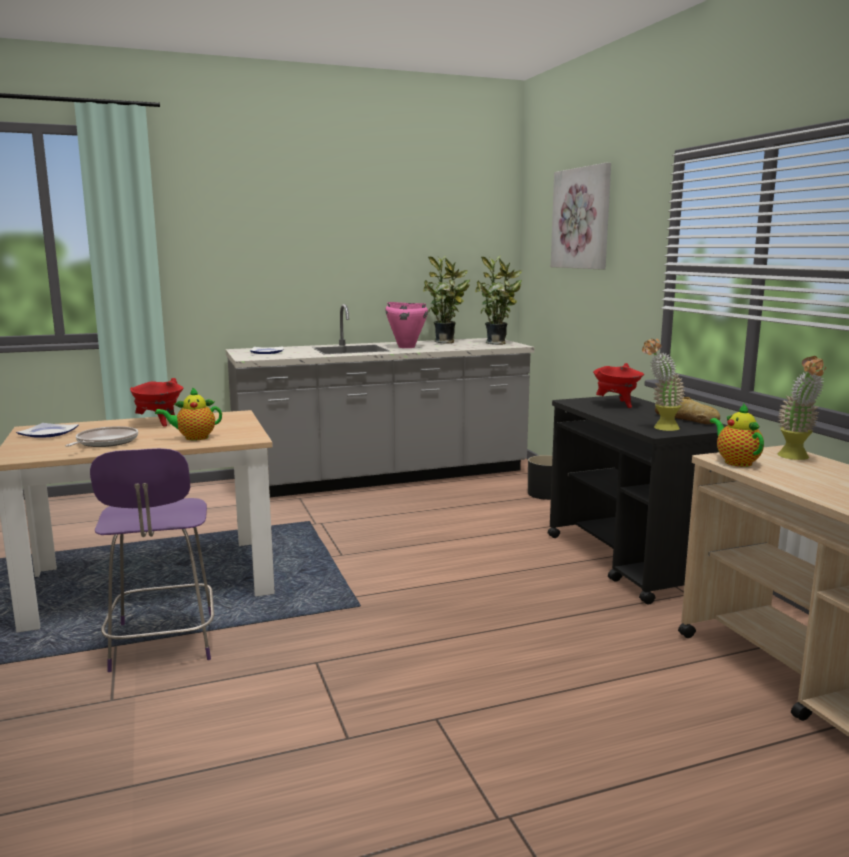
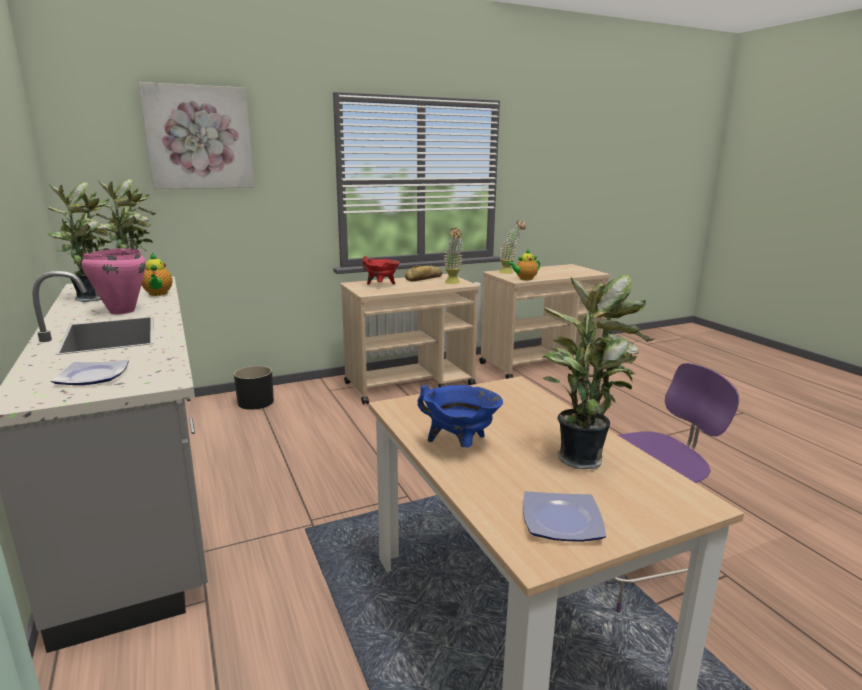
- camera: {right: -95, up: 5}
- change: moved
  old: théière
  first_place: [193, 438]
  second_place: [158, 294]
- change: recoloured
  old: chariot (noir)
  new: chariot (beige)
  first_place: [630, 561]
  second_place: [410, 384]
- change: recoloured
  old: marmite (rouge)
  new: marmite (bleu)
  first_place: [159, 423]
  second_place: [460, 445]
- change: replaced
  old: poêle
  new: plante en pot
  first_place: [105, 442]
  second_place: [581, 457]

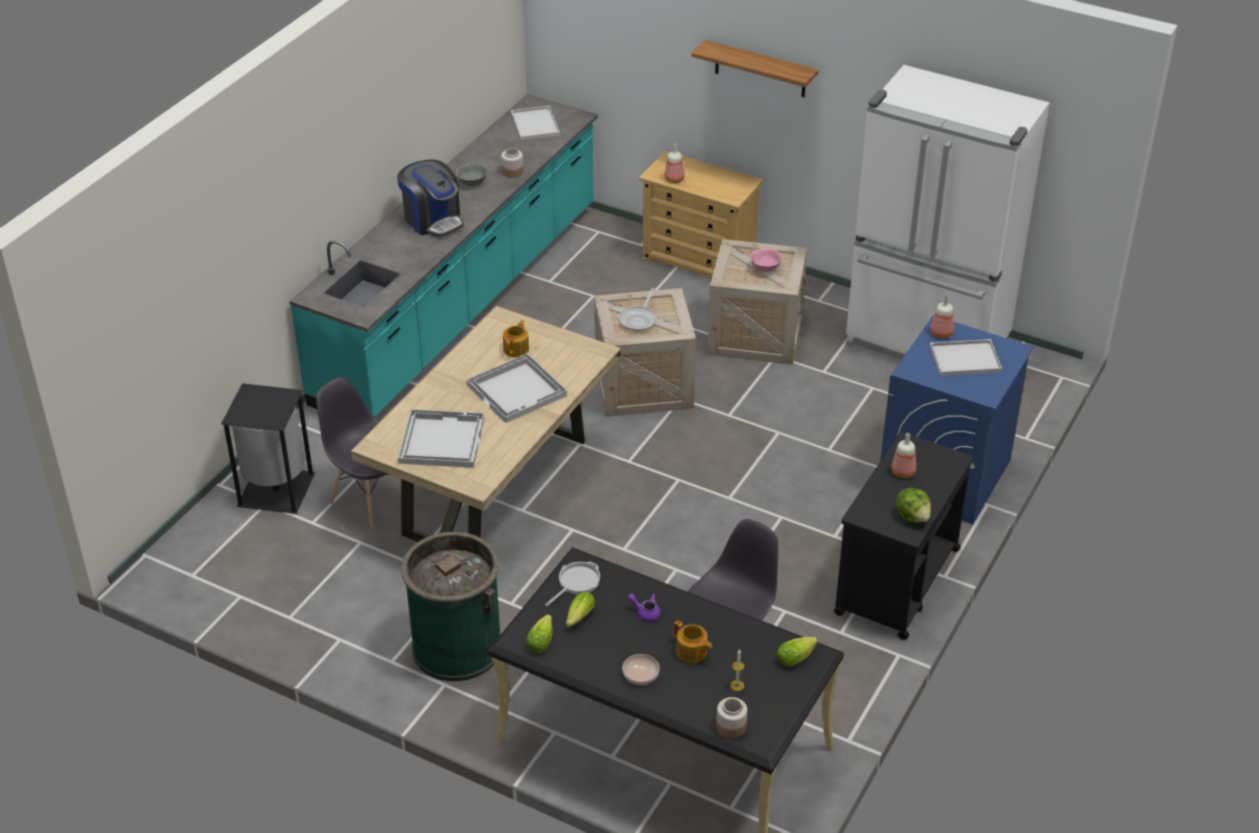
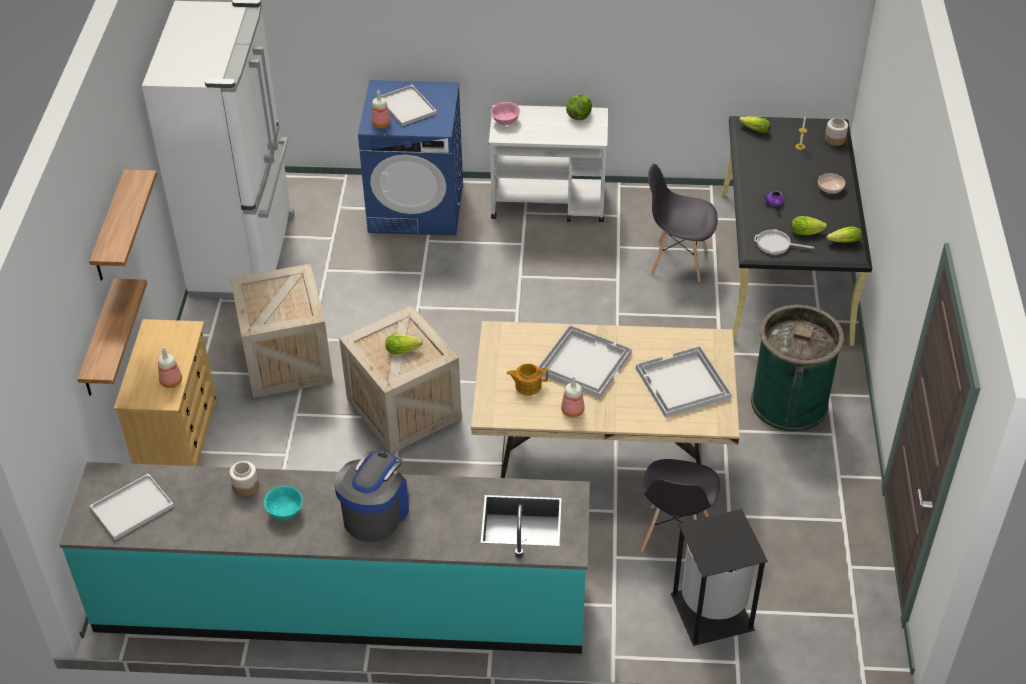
- camera: {right: -115, up: 5}
- change: added
  new: étagère
  second_place: [99, 341]
- change: recoloured
  old: bol (gris)
  new: bol (turquoise)
  first_place: [472, 183]
  second_place: [285, 511]
- change: replaced
  old: poêle
  new: laitue
  first_place: [639, 319]
  second_place: [404, 349]
- change: recoloured
  old: chariot (noir)
  new: chariot (blanc)
  first_place: [896, 582]
  second_place: [549, 203]
- change: moved
  old: bol (rose)
  first_place: [765, 268]
  second_place: [505, 121]
- change: moved
  old: bouteille
  first_place: [904, 472]
  second_place: [572, 410]
- change: removed
  old: théière
  first_place: [692, 652]

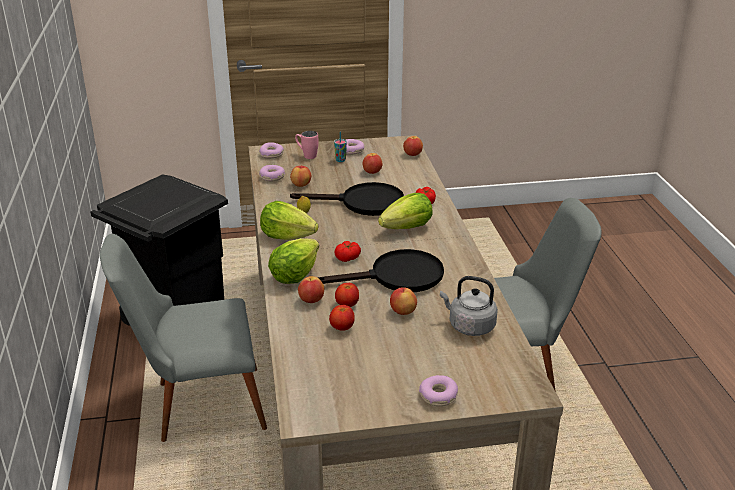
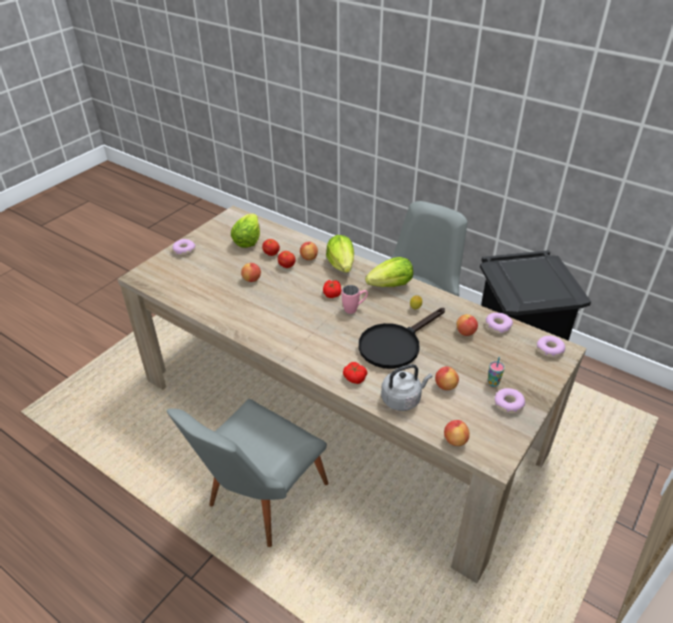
- camera: {right: 135, up: 10}
- change: moved
  old: laitue
  first_place: [407, 228]
  second_place: [247, 241]
- change: moved
  old: mug (rose)
  first_place: [306, 155]
  second_place: [354, 309]
- change: moved
  old: bouilloire (gris)
  first_place: [469, 326]
  second_place: [402, 399]
- change: removed
  old: poêle (noir)
  first_place: [397, 277]

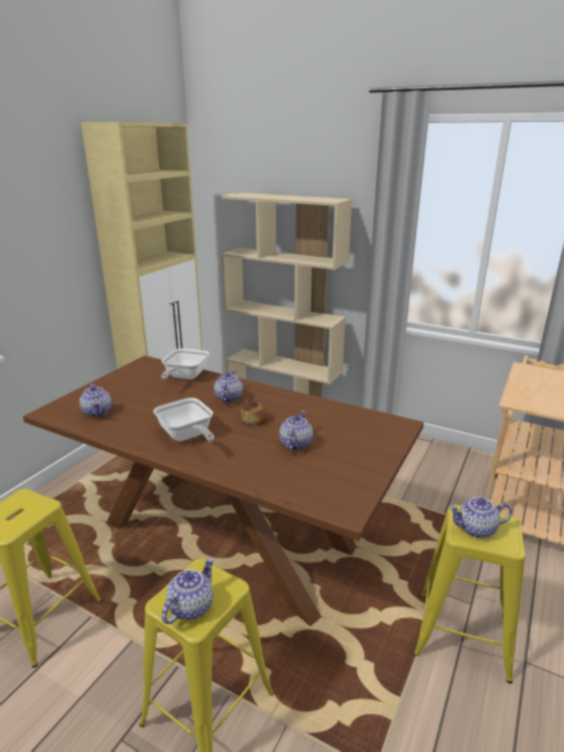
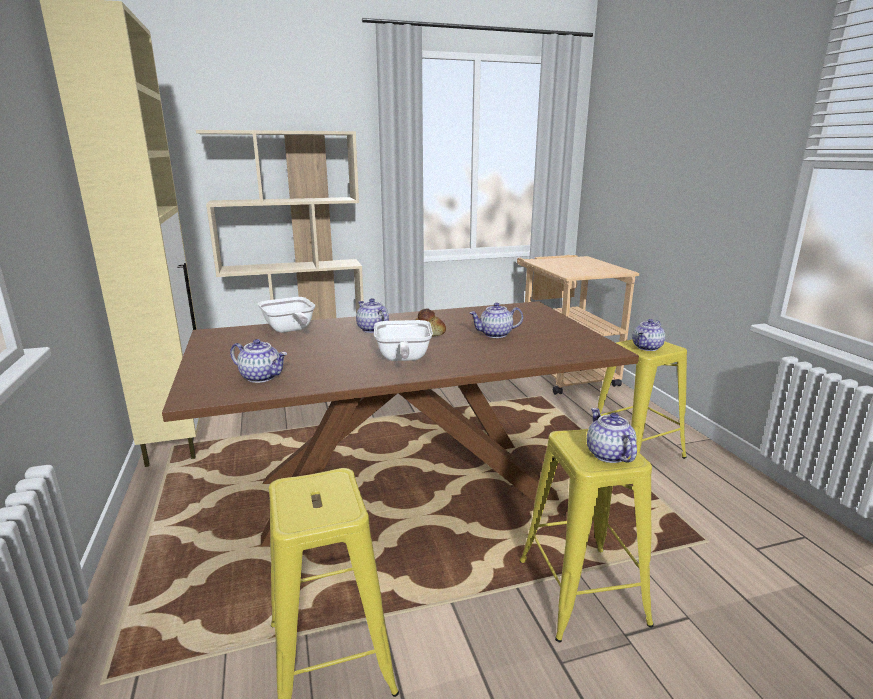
- camera: {right: -45, up: -5}
- change: turned
  old: poêle
  first_place: [187, 436]
  second_place: [403, 359]
  degrees: 75
- change: turned
  old: théière
  first_place: [295, 444]
  second_place: [495, 334]
  degrees: -75

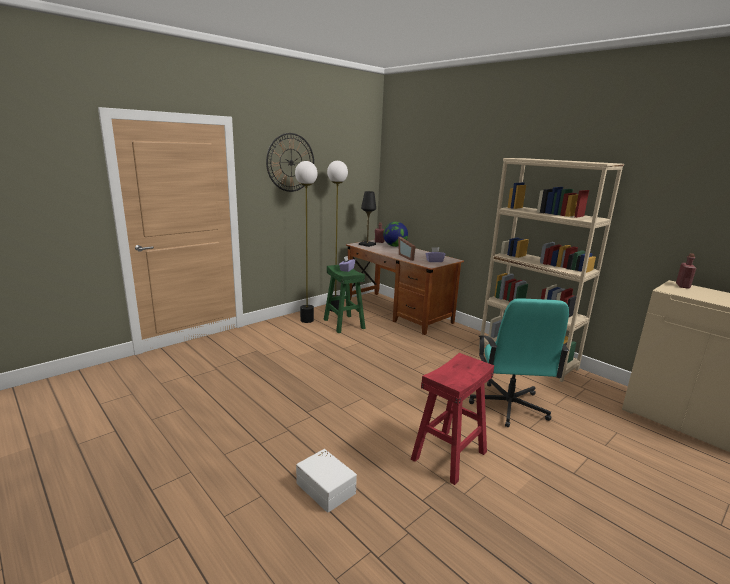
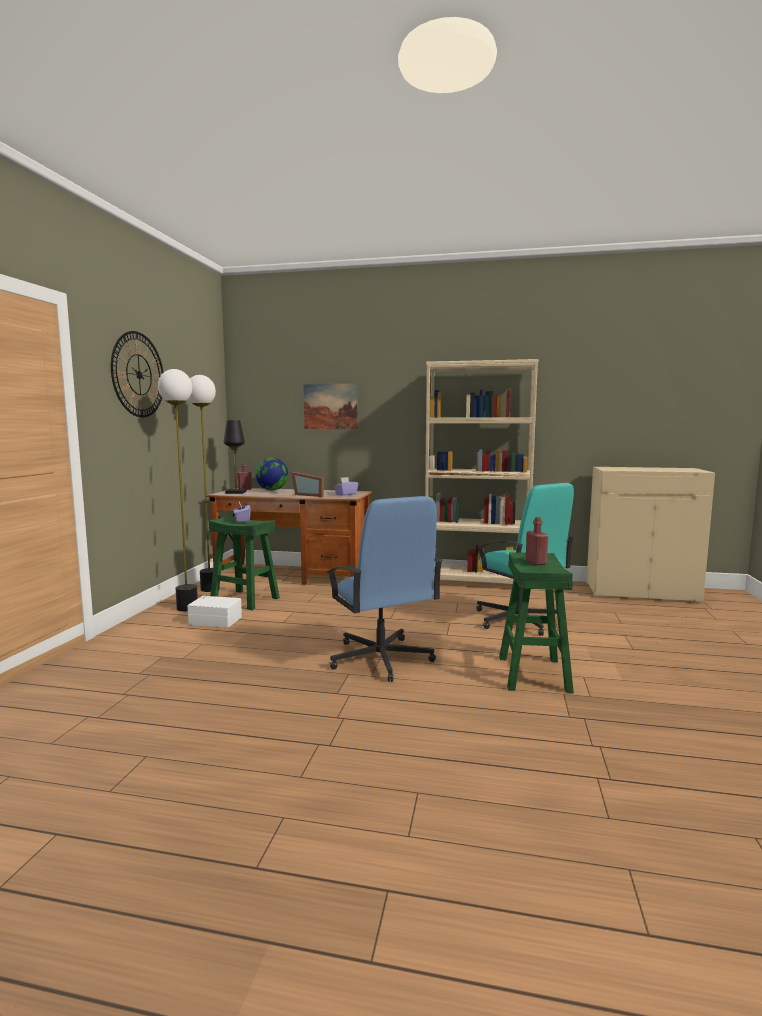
- camera: {right: -35, up: -10}
- change: moved
  old: boîte de rangement (blanc)
  first_place: [326, 487]
  second_place: [216, 620]
- change: added
  new: tableau
  second_place: [330, 406]
- change: added
  new: chaise de bureau (bleu)
  second_place: [381, 659]
- change: recoloured
  old: tabouret (rouge)
  new: tabouret (vert)
  first_place: [449, 455]
  second_place: [532, 673]
- change: moved
  old: bouteille (rouge)
  first_place: [682, 286]
  second_place: [536, 562]

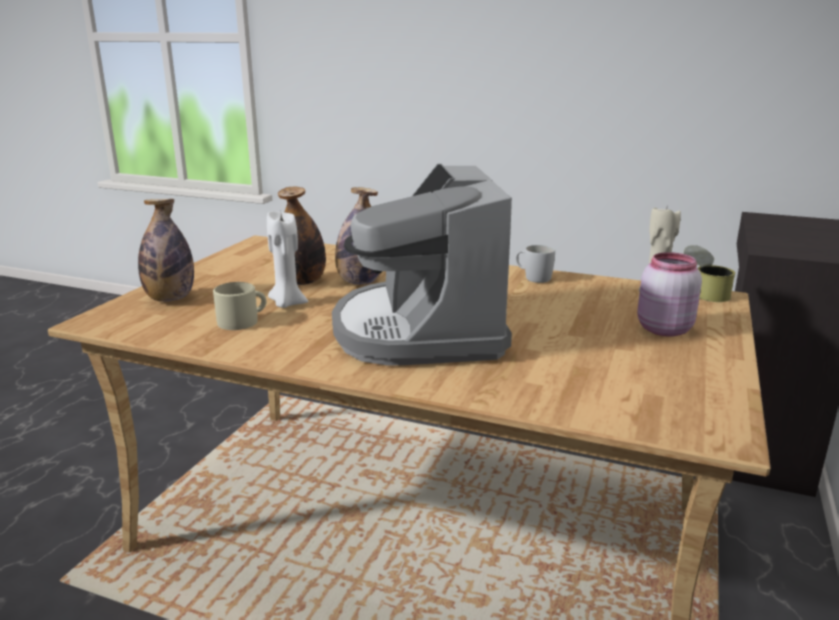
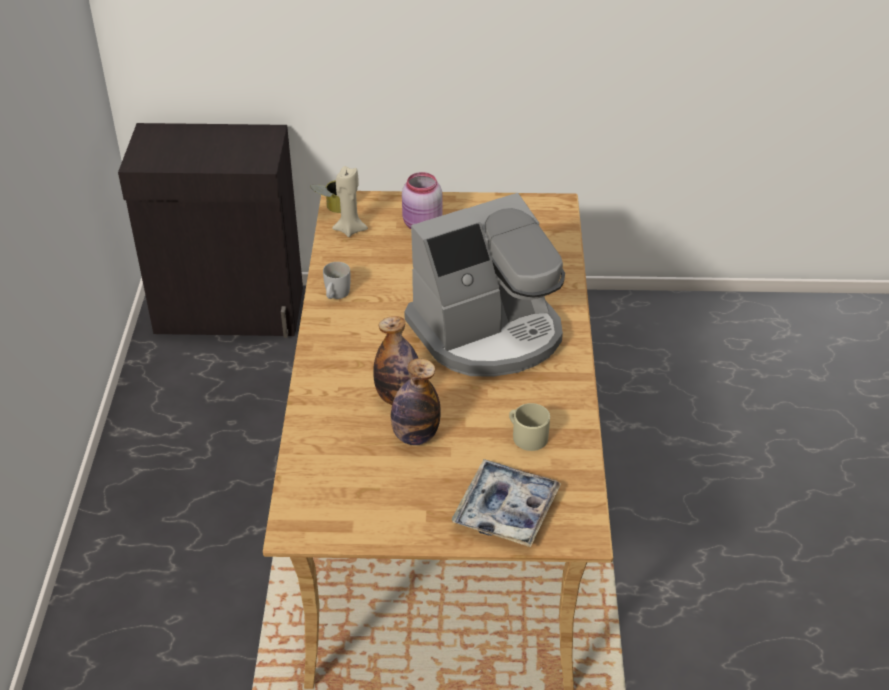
- camera: {right: -110, up: 20}
- change: replaced
  old: bouteille
  new: plateau
  first_place: [170, 299]
  second_place: [506, 510]
- change: removed
  old: bougie (blanc)
  first_place: [287, 303]

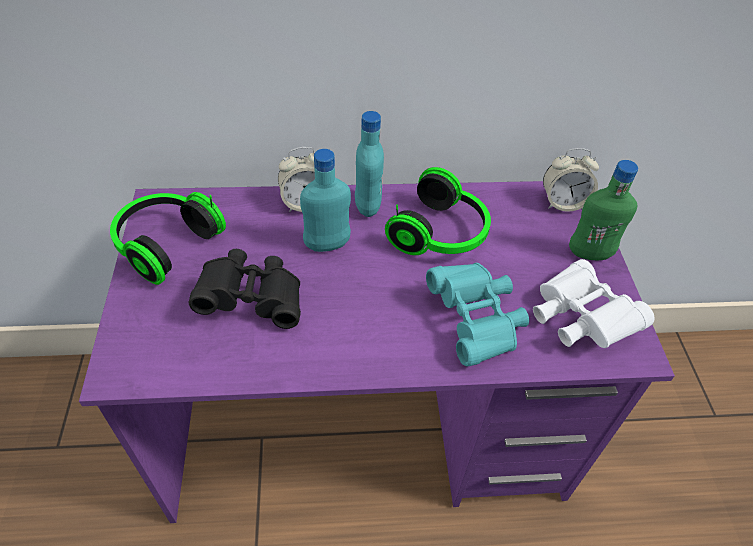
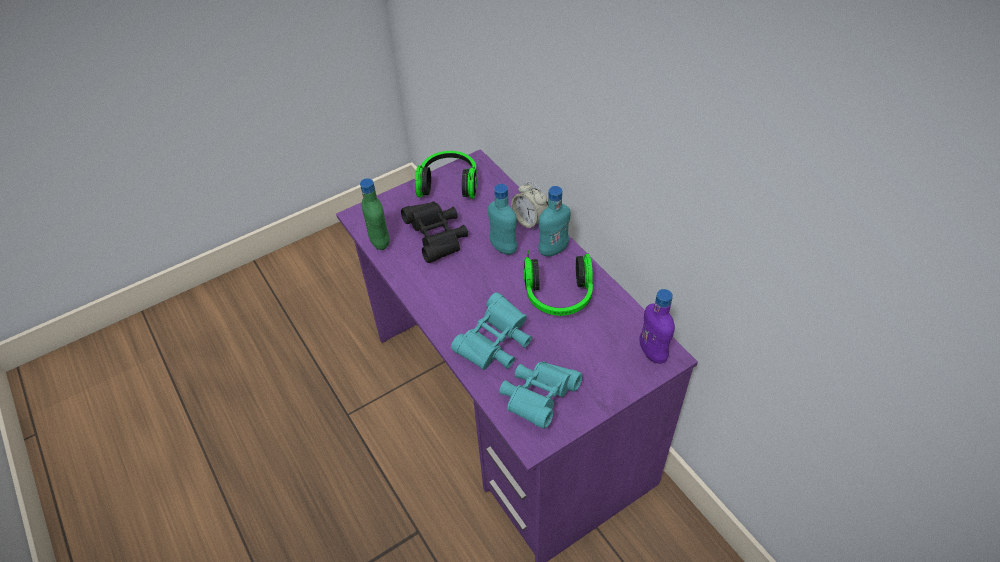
- camera: {right: 65, up: 0}
- change: moved
  old: bouteille (vert)
  first_place: [589, 253]
  second_place: [380, 242]
- change: recoloured
  old: jumelles (blanc)
  new: jumelles (turquoise)
  first_place: [578, 319]
  second_place: [538, 398]
- change: replaced
  old: réveil
  new: bouteille (violet)
  first_place: [563, 203]
  second_place: [652, 352]

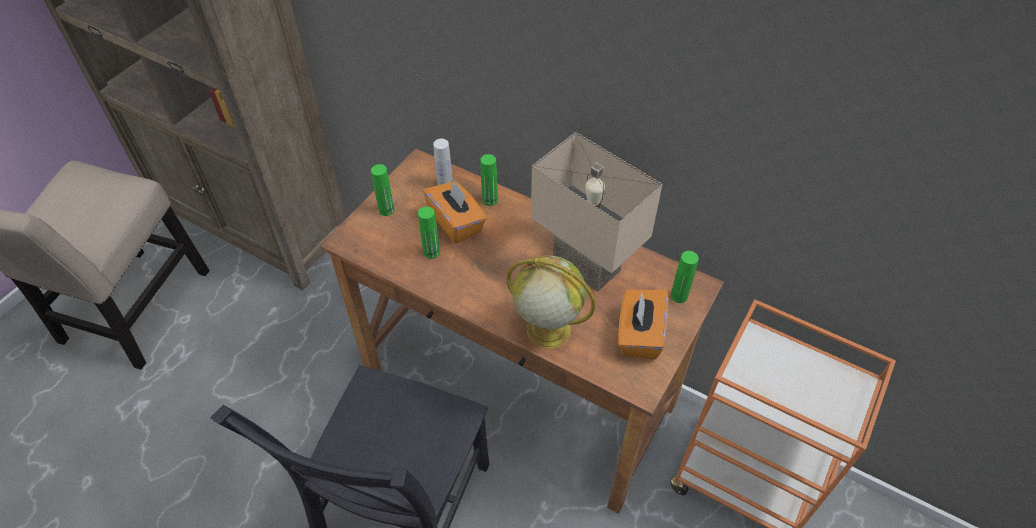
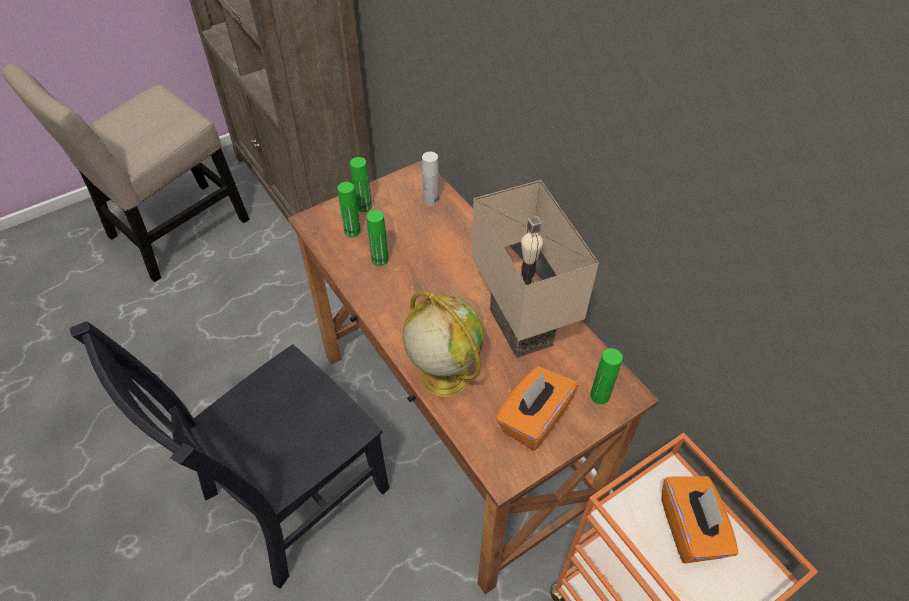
- camera: {right: 25, up: 0}
- change: moved
  old: bouteille (vert)
  first_place: [489, 200]
  second_place: [352, 231]
- change: moved
  old: boîte à mouchoirs (orange)
  first_place: [456, 223]
  second_place: [691, 529]

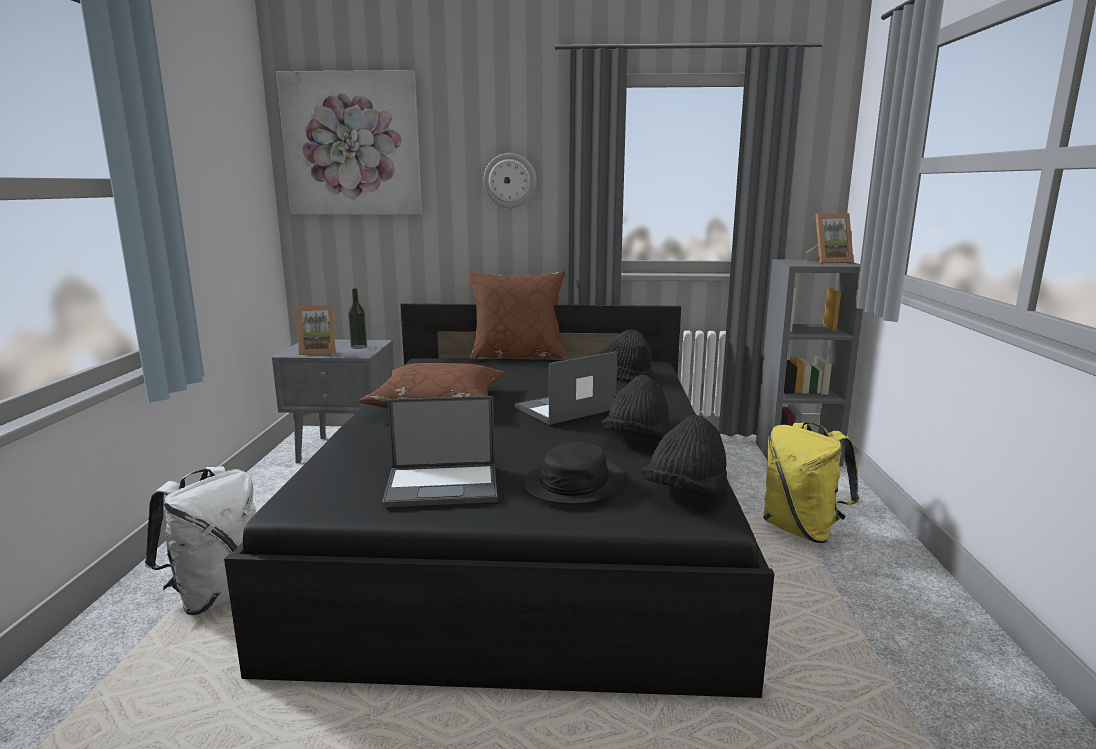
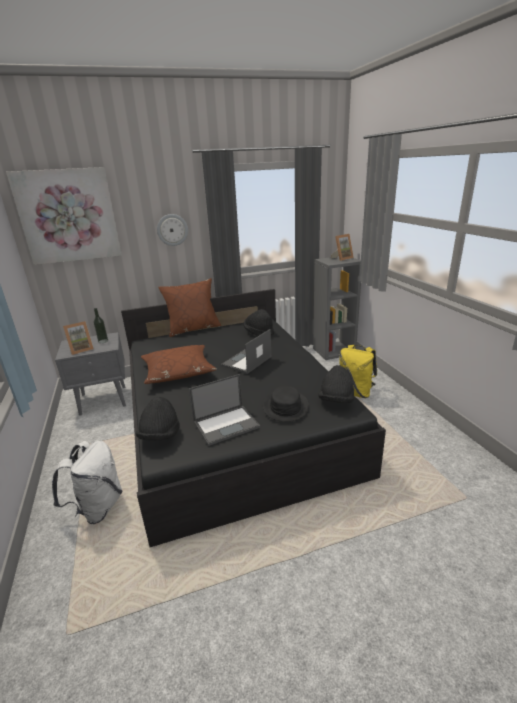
- camera: {right: -20, up: 10}
- change: moved
  old: chapeau (noir)
  first_place: [637, 440]
  second_place: [160, 435]

